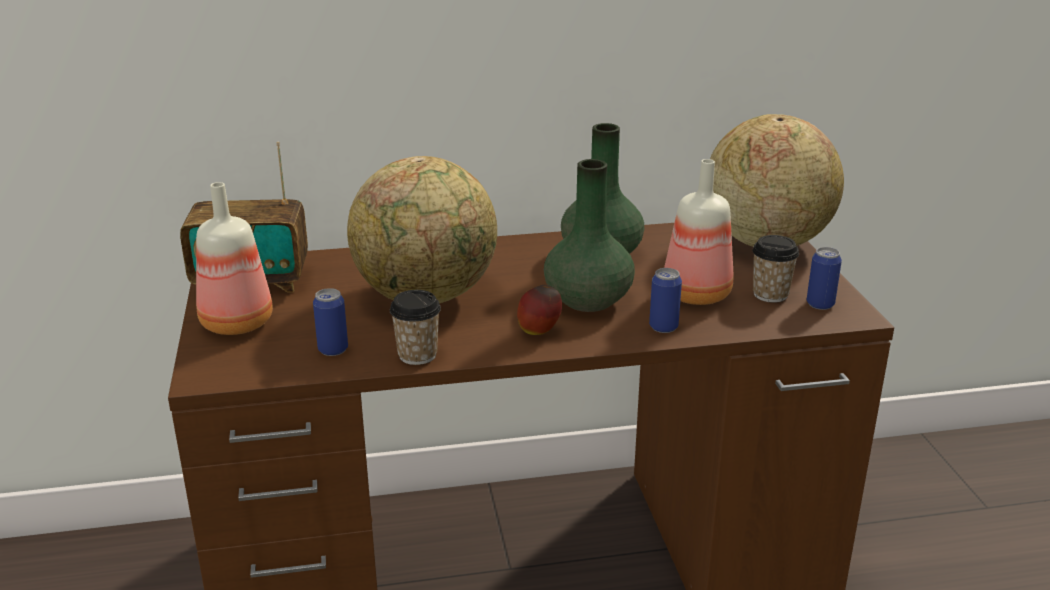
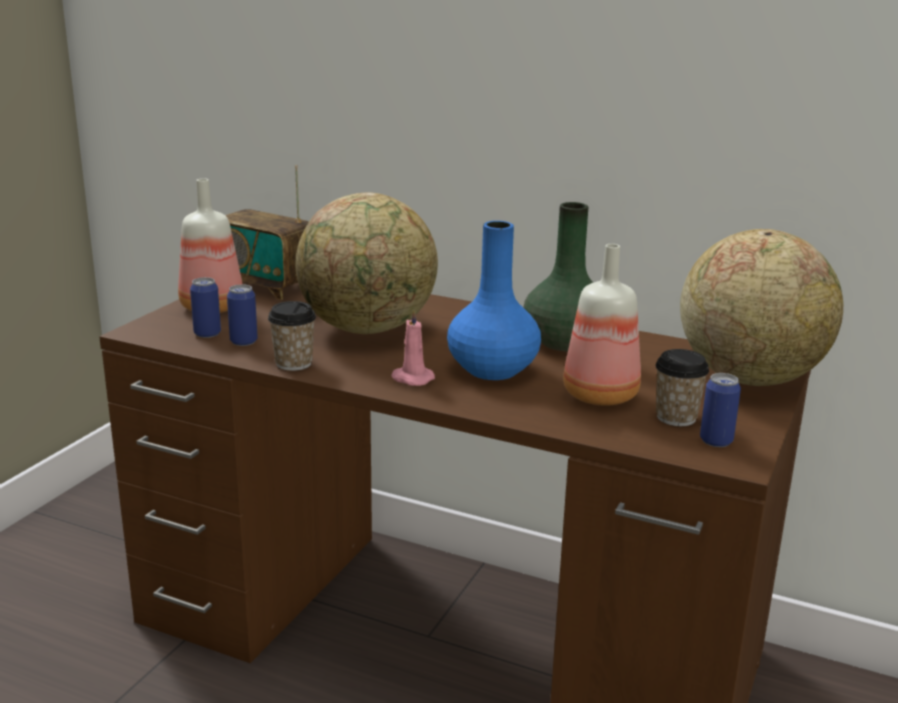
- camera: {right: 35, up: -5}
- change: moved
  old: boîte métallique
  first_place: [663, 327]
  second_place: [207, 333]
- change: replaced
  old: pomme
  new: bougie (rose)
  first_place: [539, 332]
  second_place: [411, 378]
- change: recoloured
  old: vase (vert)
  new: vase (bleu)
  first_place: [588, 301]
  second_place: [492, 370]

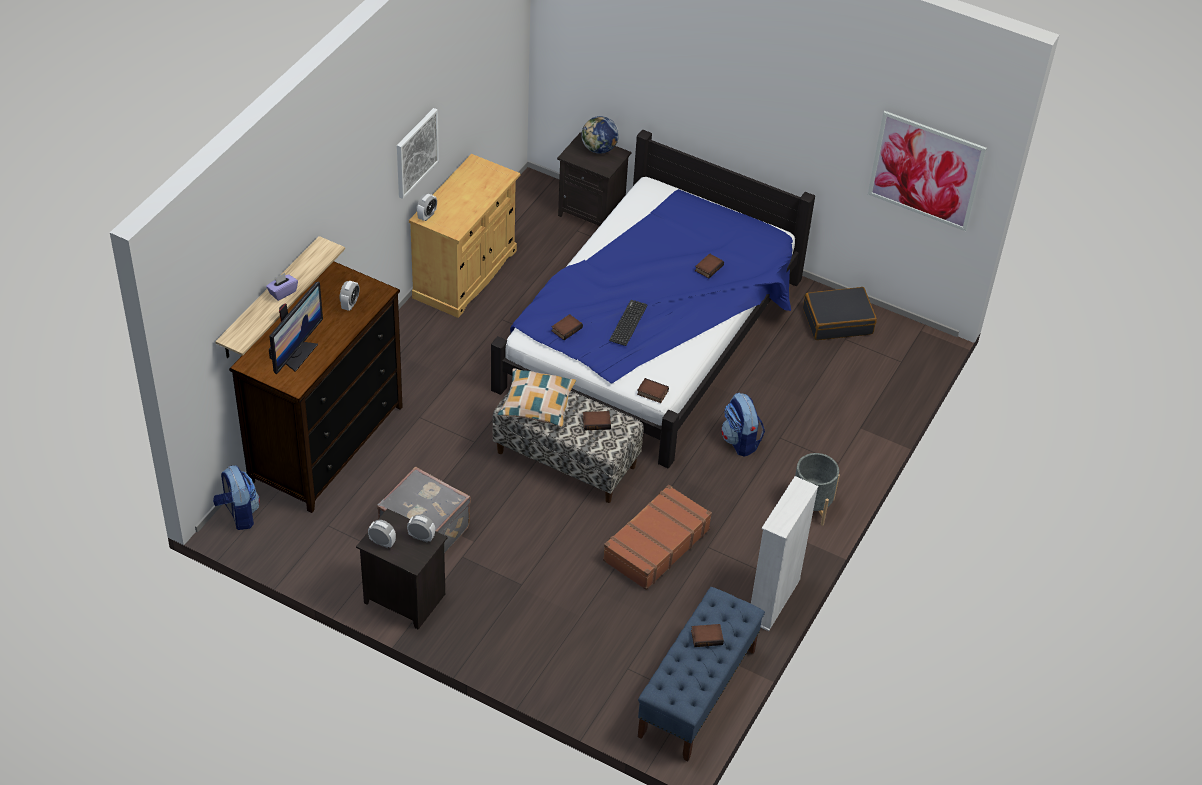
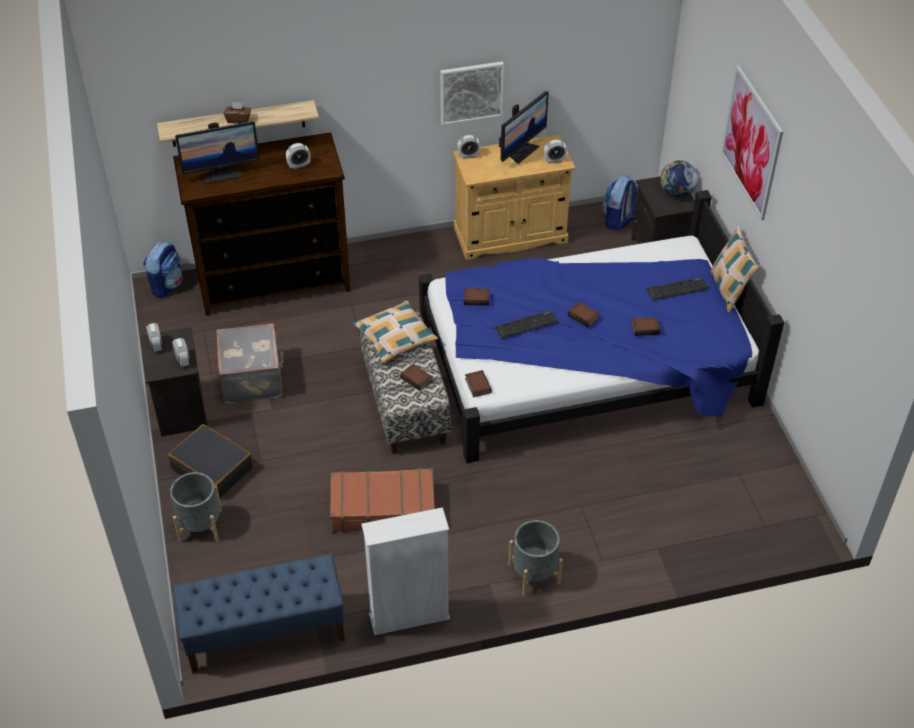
- camera: {right: 50, up: 0}
- change: moved
  old: valise (noir)
  first_place: [837, 321]
  second_place: [212, 468]
- change: added
  new: cache-pot (gris)
  second_place: [200, 525]
- change: recoloured
  old: boîte à mouchoirs (violet)
  new: boîte à mouchoirs (marron)
  first_place: [282, 292]
  second_place: [238, 120]
- change: added
  new: écran d'ordinateur
  second_place: [521, 151]
- change: added
  new: réveil
  second_place: [554, 160]
- change: moved
  old: livre
  first_place: [707, 637]
  second_place: [584, 316]
- change: moved
  old: sac à dos
  first_place: [740, 441]
  second_place: [618, 220]
- change: added
  new: clavier
  second_place: [677, 289]
- change: added
  new: coussin
  second_place: [728, 290]
- change: moved
  old: tableau
  first_place: [926, 170]
  second_place: [751, 143]

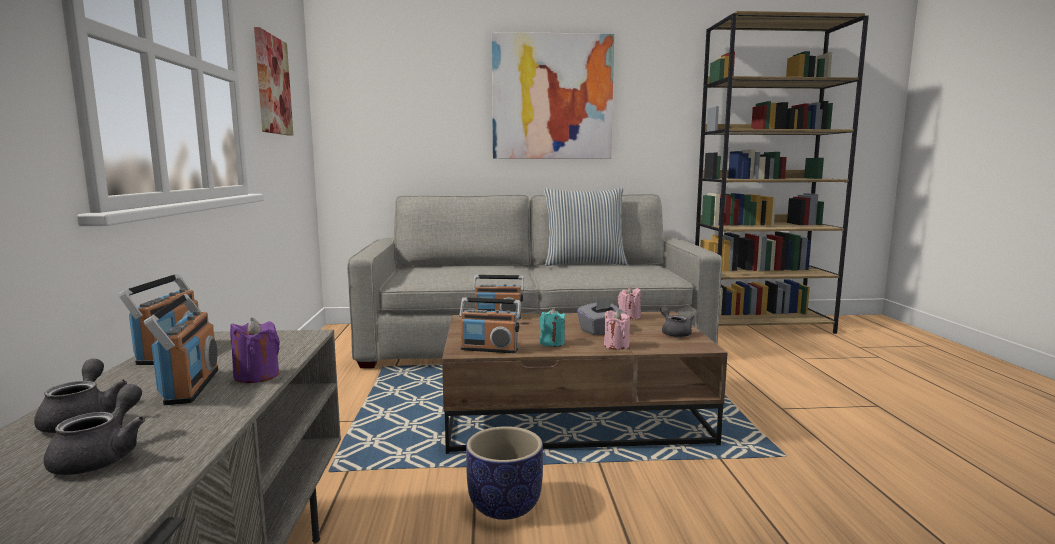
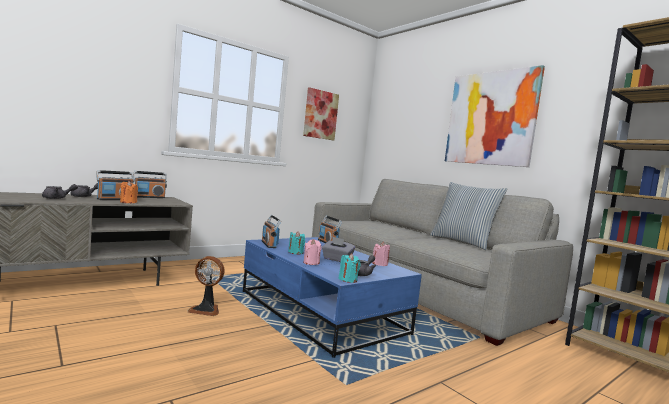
- camera: {right: 55, up: -5}
- change: recoloured
  old: bougie (violet)
  new: bougie (orange)
  first_place: [257, 376]
  second_place: [128, 202]
- change: replaced
  old: cache-pot
  new: ventilateur
  first_place: [505, 505]
  second_place: [206, 310]
- change: recoloured
  old: table basse (marron)
  new: table basse (bleu)
  first_place: [575, 416]
  second_place: [321, 312]
- change: added
  new: bougie (turquoise)
  second_place: [348, 280]

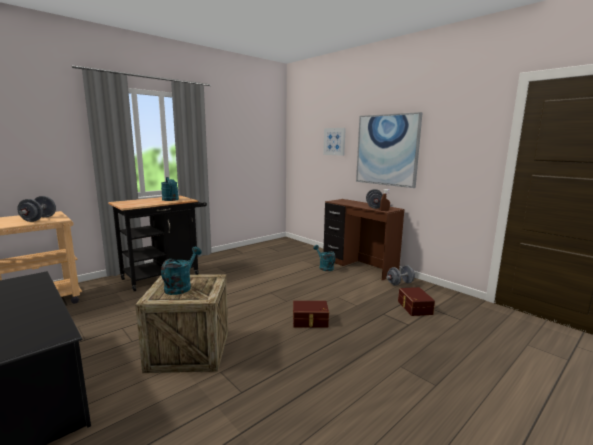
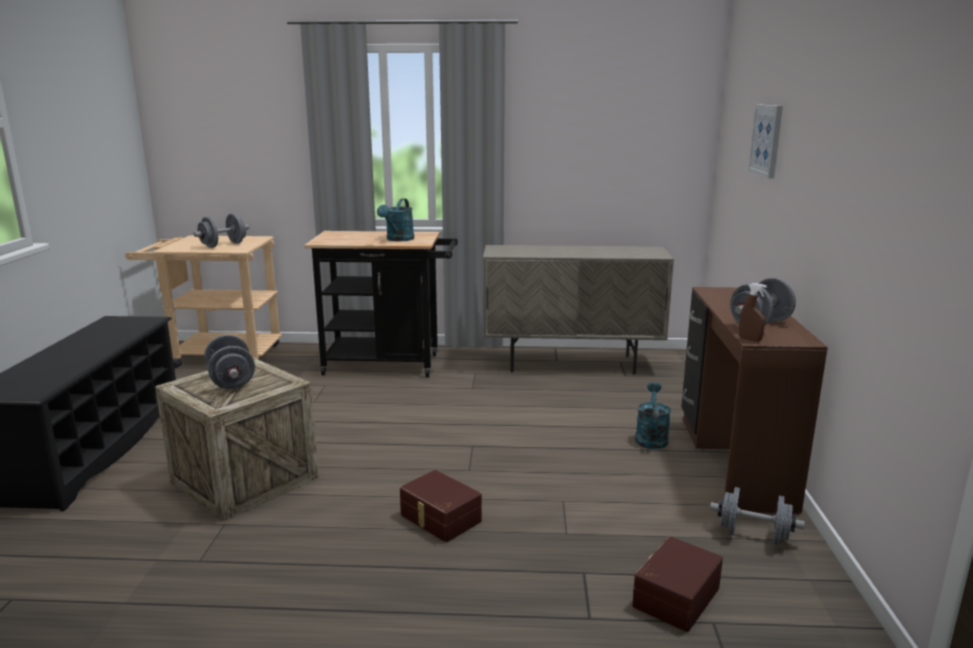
- camera: {right: 45, up: 5}
- change: replaced
  old: arrosoir (turquoise)
  new: haltère (gris)
  first_place: [181, 287]
  second_place: [231, 381]
- change: added
  new: meuble de rangement (beige)
  second_place: [571, 364]
- change: removed
  old: tableau
  first_place: [387, 150]

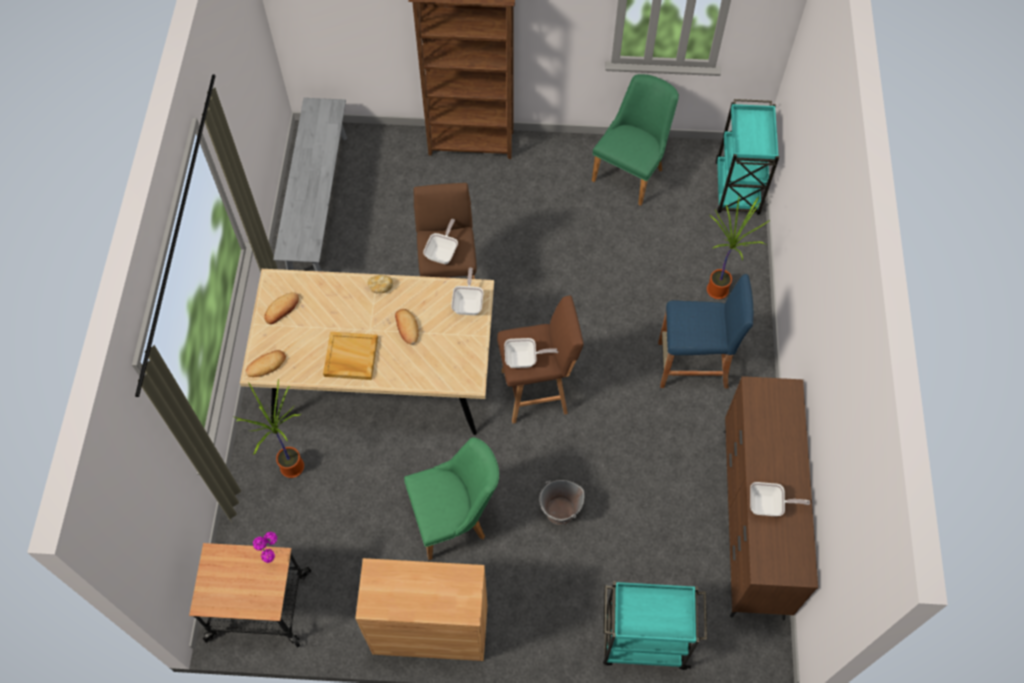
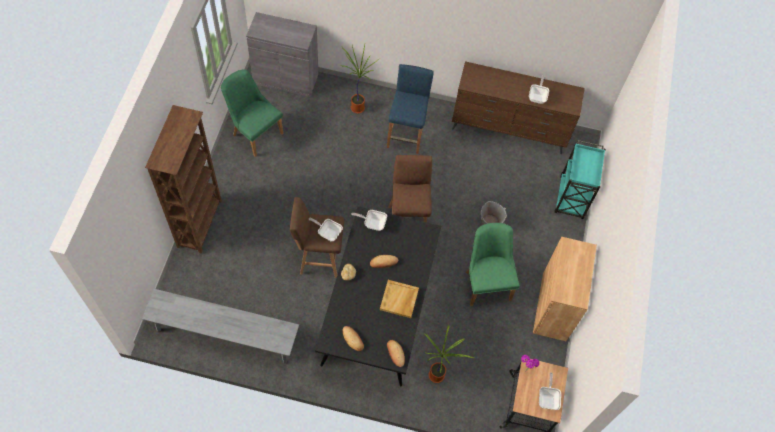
- camera: {right: -85, up: 0}
- change: replaced
  old: chariot (turquoise)
  new: meuble de rangement (gris)
  first_place: [737, 189]
  second_place: [286, 79]
- change: recoloured
  old: table à manger (beige)
  new: table à manger (noir)
  first_place: [381, 375]
  second_place: [377, 310]
- change: moved
  old: poêle
  first_place: [524, 359]
  second_place: [548, 398]

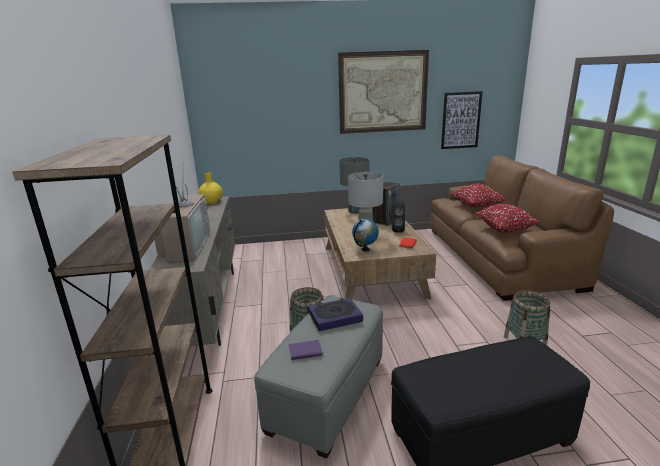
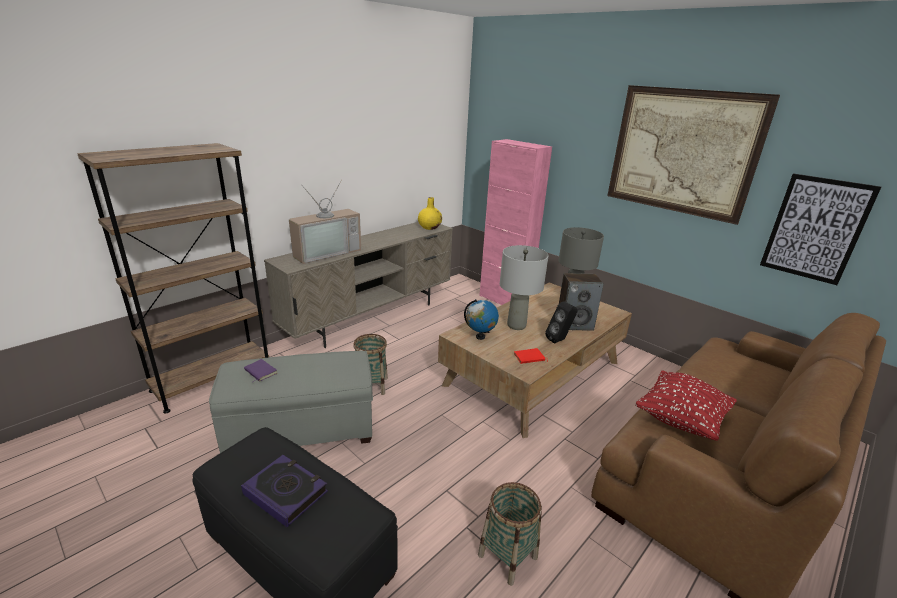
- camera: {right: 50, up: 5}
- change: moved
  old: livre
  first_place: [335, 317]
  second_place: [286, 493]
- change: added
  new: meuble de rangement (rose)
  second_place: [504, 300]
- change: removed
  old: coussin (rouge)
  first_place: [476, 206]

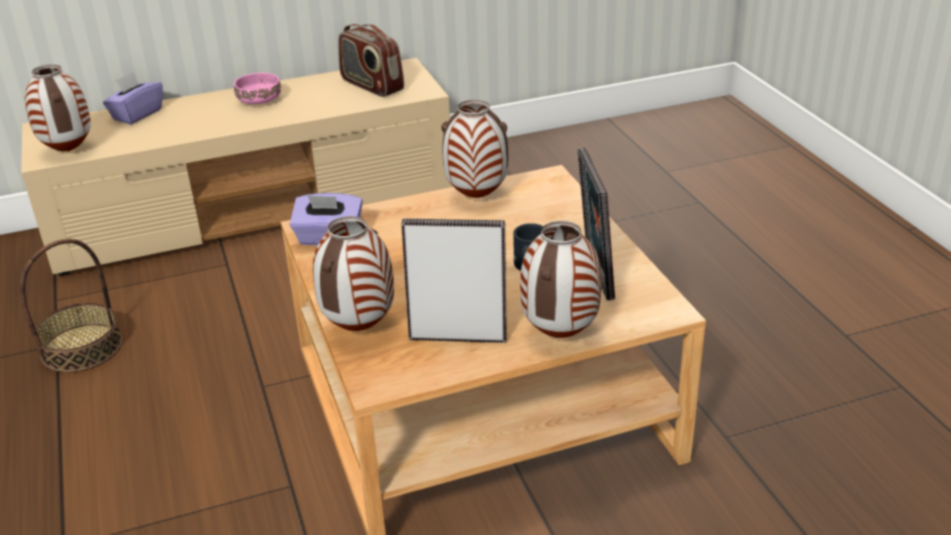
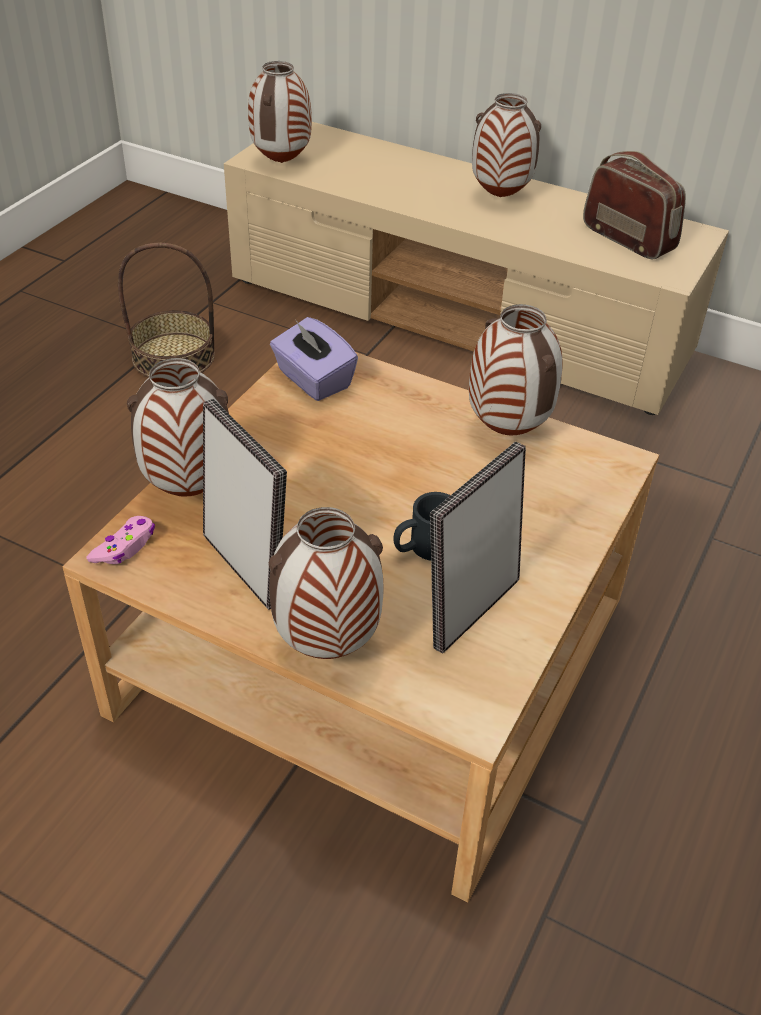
- camera: {right: 45, up: 10}
- change: added
  new: manette (rose)
  second_place: [125, 547]
- change: replaced
  old: bol (rose)
  new: vase
  first_place: [260, 100]
  second_place: [501, 196]
- change: turned
  old: radio
  first_place: [371, 86]
  second_place: [628, 238]
  degrees: 135
- change: removed
  old: boîte à mouchoirs (violet)
  first_place: [137, 114]

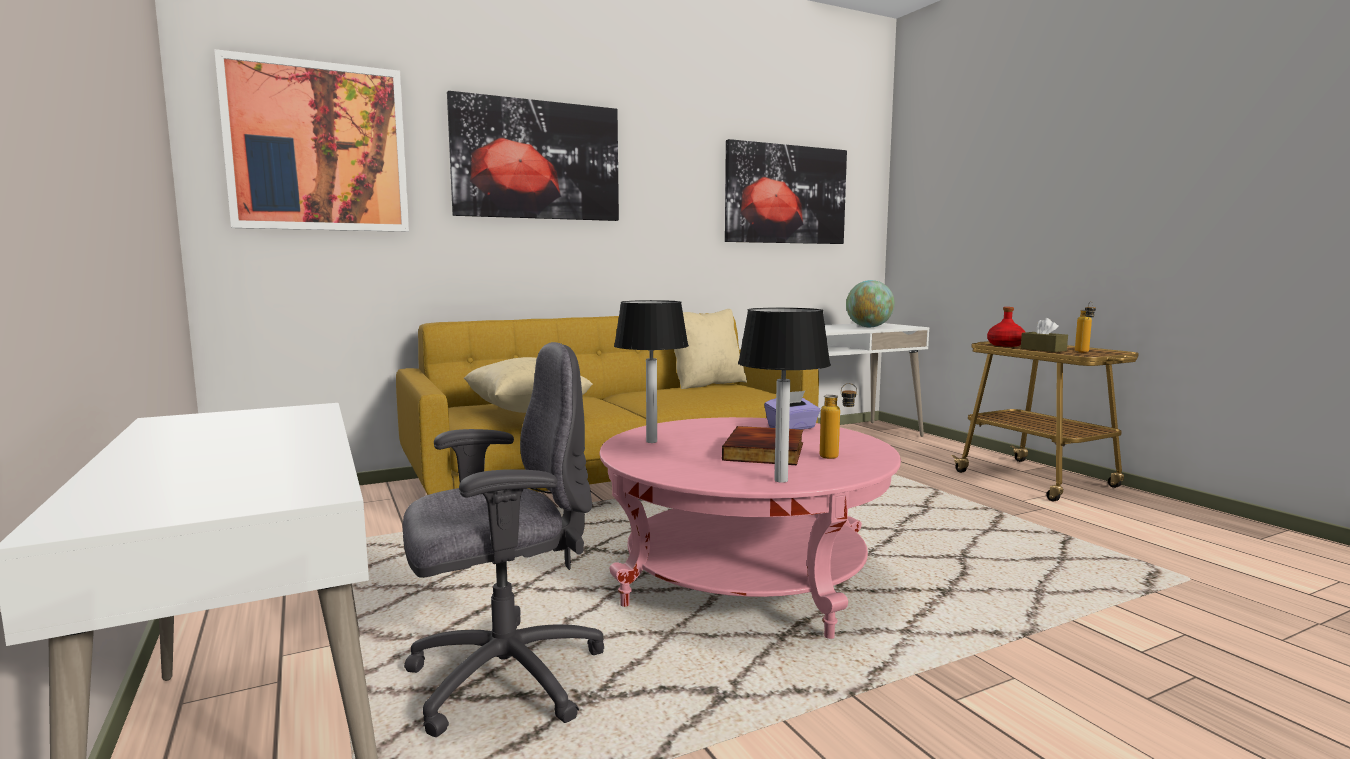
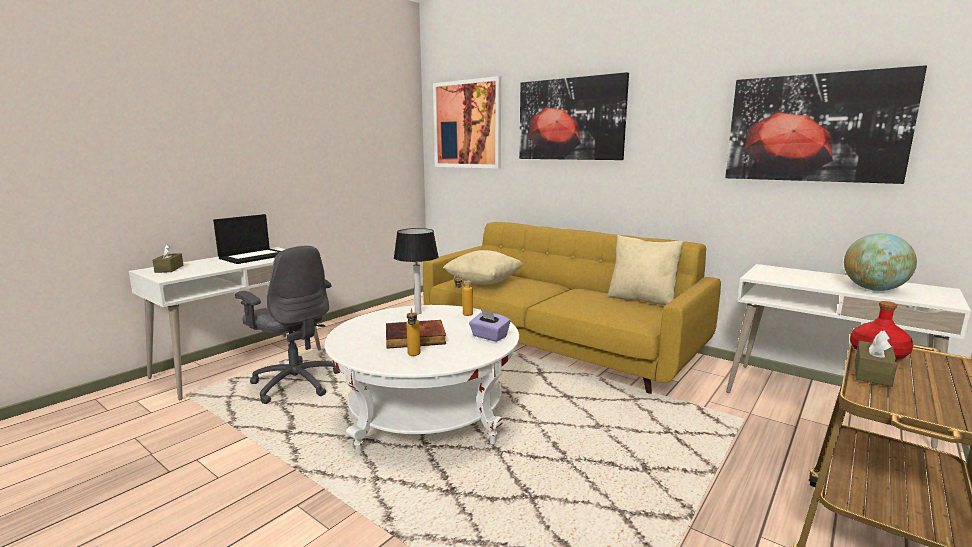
- camera: {right: 65, up: 5}
- change: added
  new: boîte à mouchoirs (marron)
  second_place: [169, 269]
- change: added
  new: ordinateur portable
  second_place: [254, 256]
- change: recoloured
  old: table basse (rose)
  new: table basse (blanc)
  first_place: [745, 578]
  second_place: [426, 414]
- change: moved
  old: bouteille
  first_place: [1083, 352]
  second_place: [463, 315]
- change: removed
  old: lampe de table
  first_place: [782, 480]

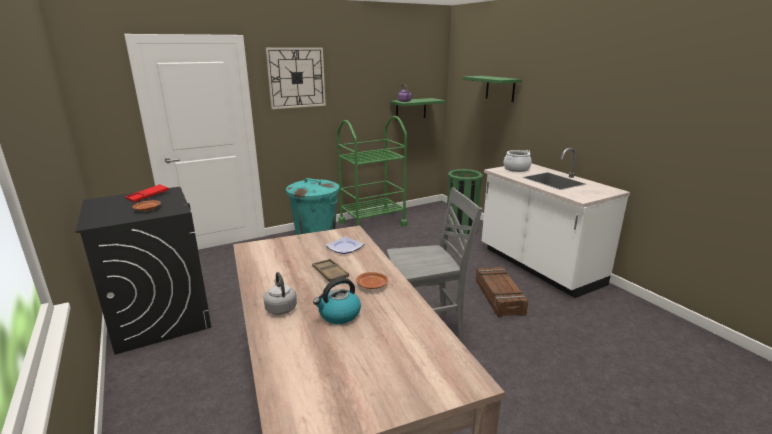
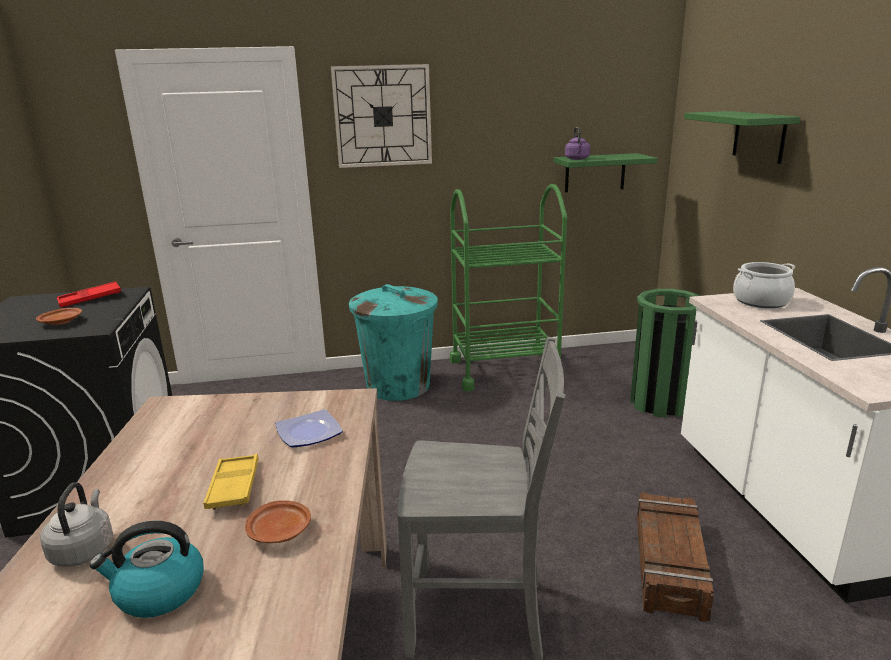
- camera: {right: 20, up: 0}
- change: recoloured
  old: plateau (marron)
  new: plateau (jaune)
  first_place: [330, 273]
  second_place: [234, 486]

